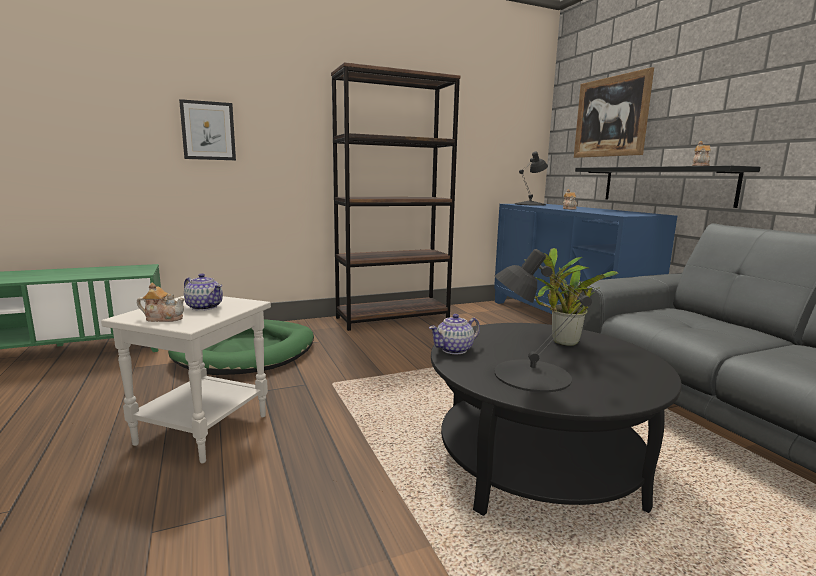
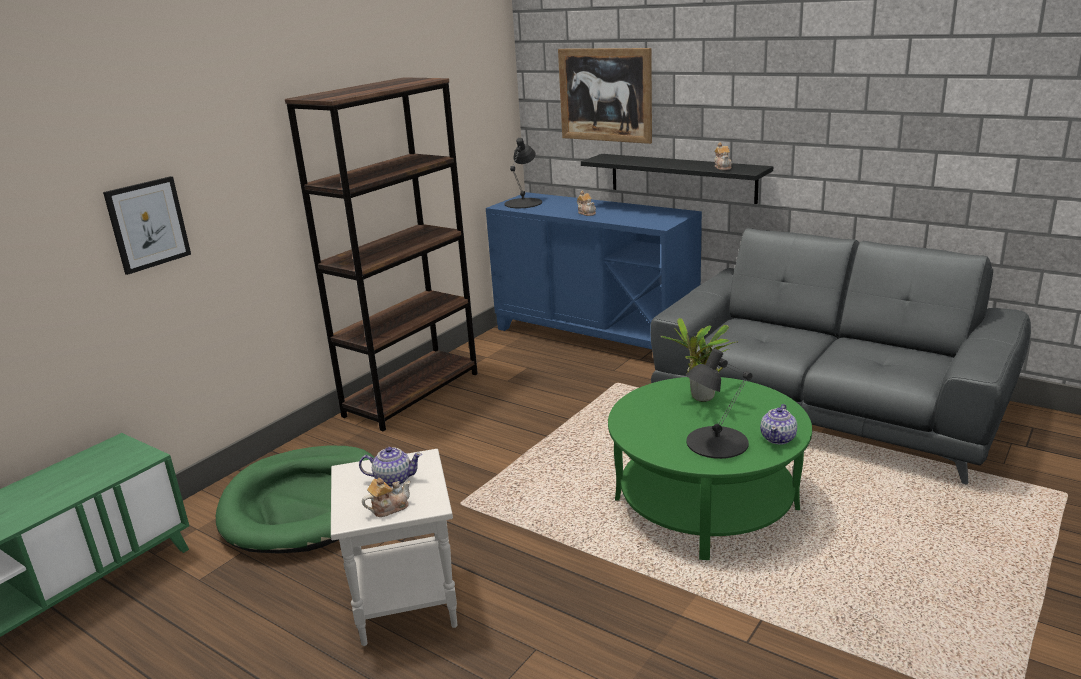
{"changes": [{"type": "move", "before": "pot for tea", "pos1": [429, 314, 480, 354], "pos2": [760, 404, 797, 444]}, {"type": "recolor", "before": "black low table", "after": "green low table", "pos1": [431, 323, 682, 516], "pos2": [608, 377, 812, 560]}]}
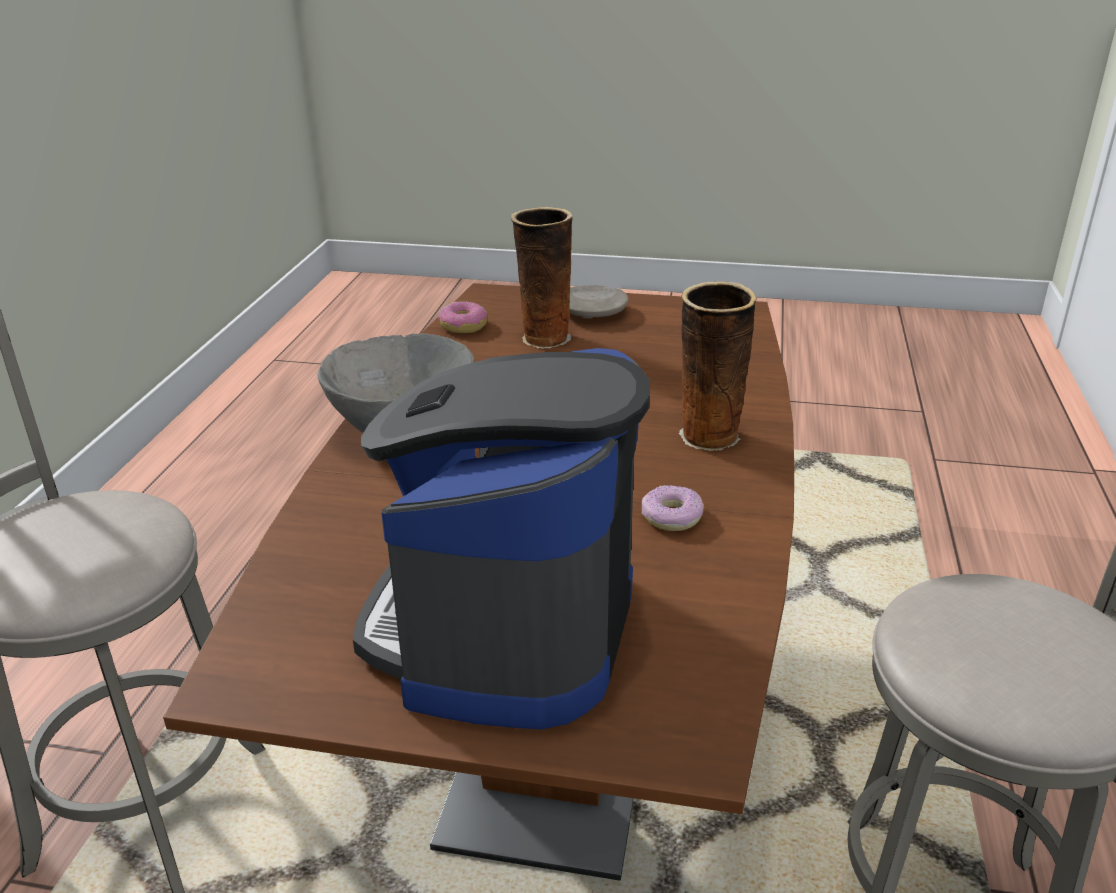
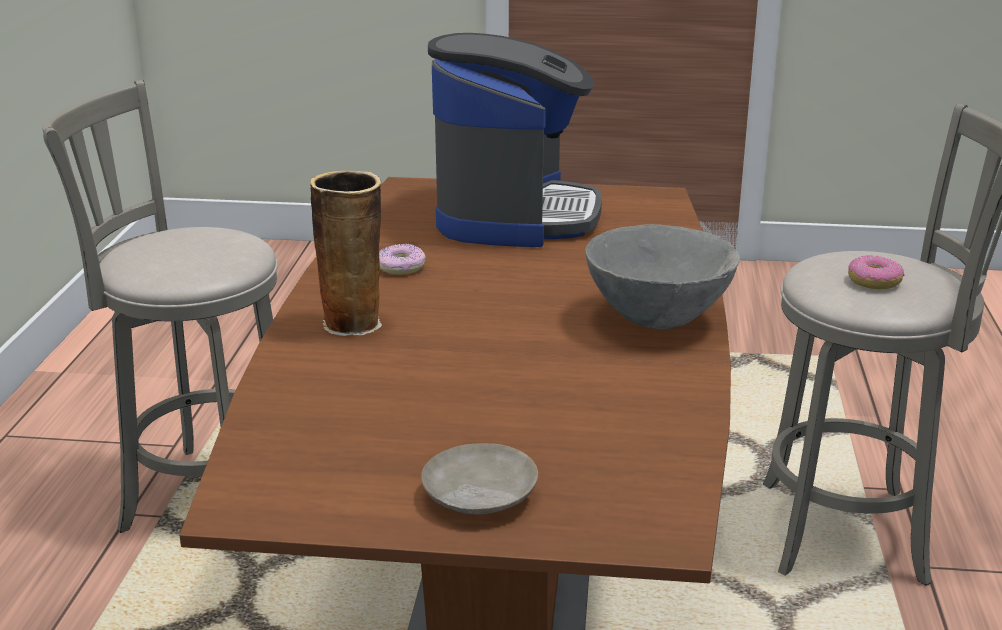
{"changes": [{"type": "delete", "before": "flower vase", "pos1": [511, 207, 573, 349]}, {"type": "move", "before": "doughnut", "pos1": [438, 301, 488, 333], "pos2": [848, 255, 904, 289]}]}
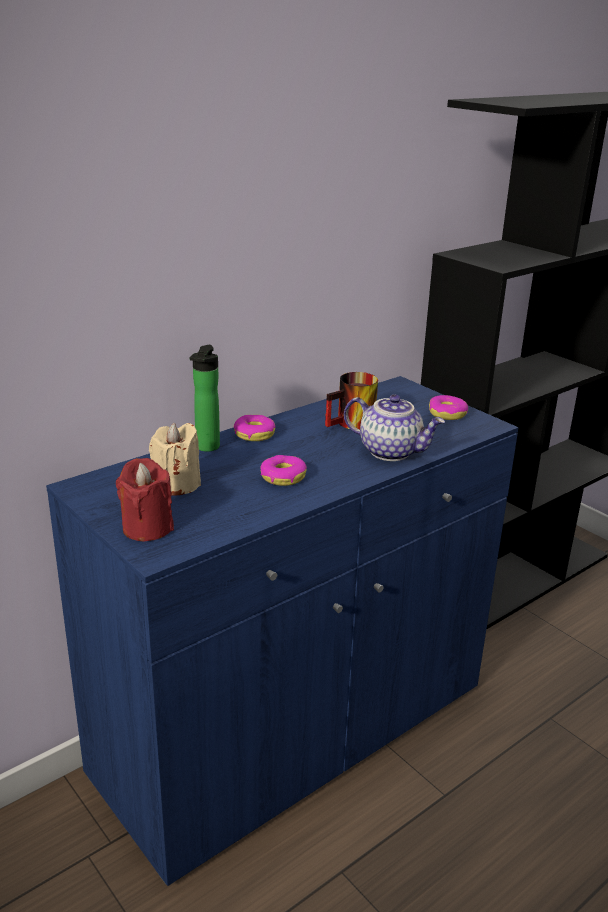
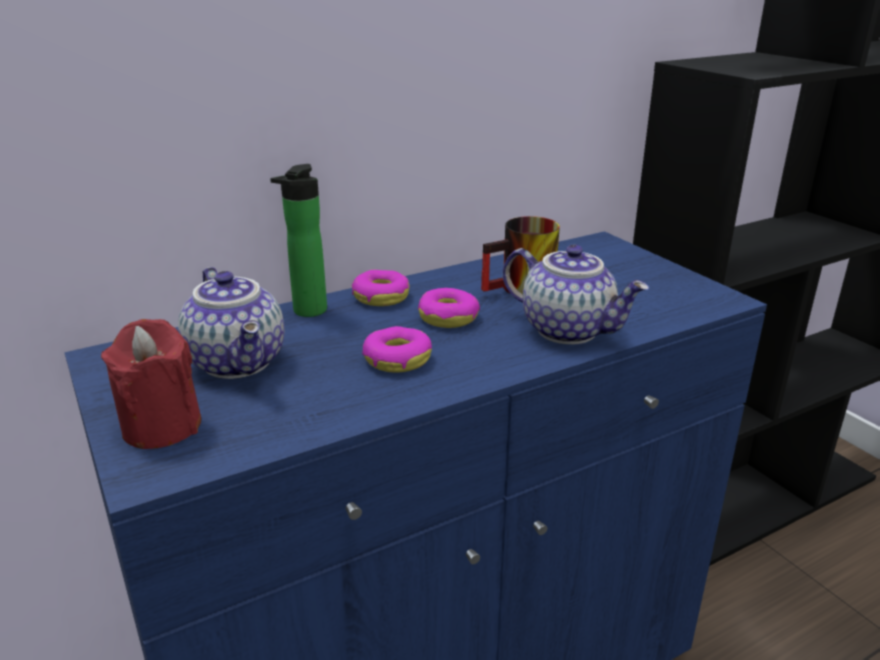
{"changes": [{"type": "move", "before": "doughnut", "pos1": [429, 395, 468, 420], "pos2": [418, 288, 480, 328]}, {"type": "replace", "before": "beige-coloured candle", "after": "pot for tea", "pos1": [149, 423, 201, 496], "pos2": [178, 267, 285, 379]}]}
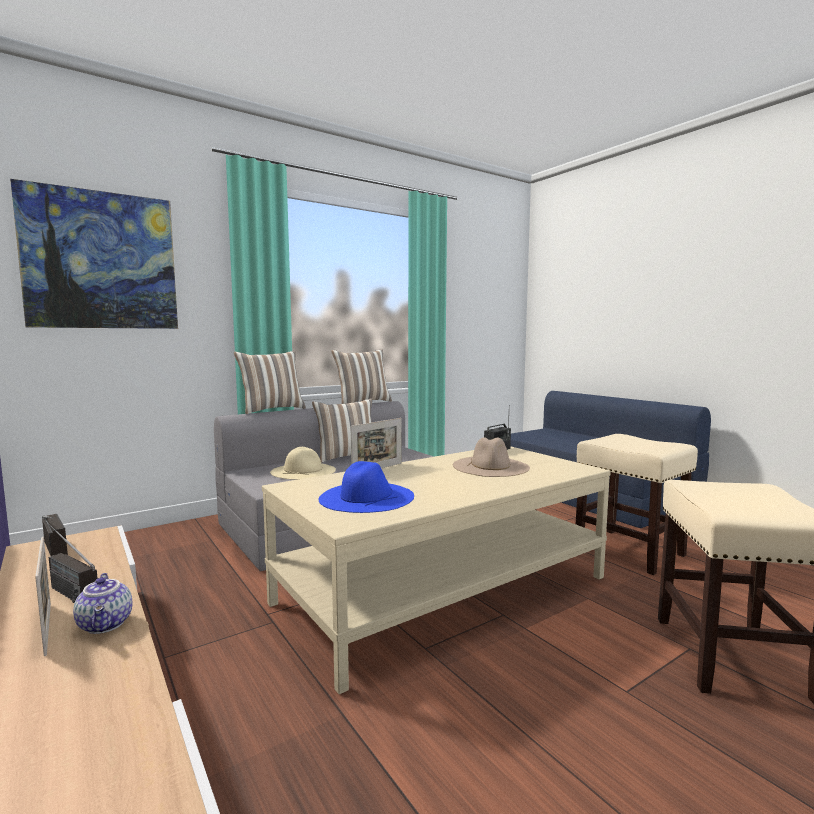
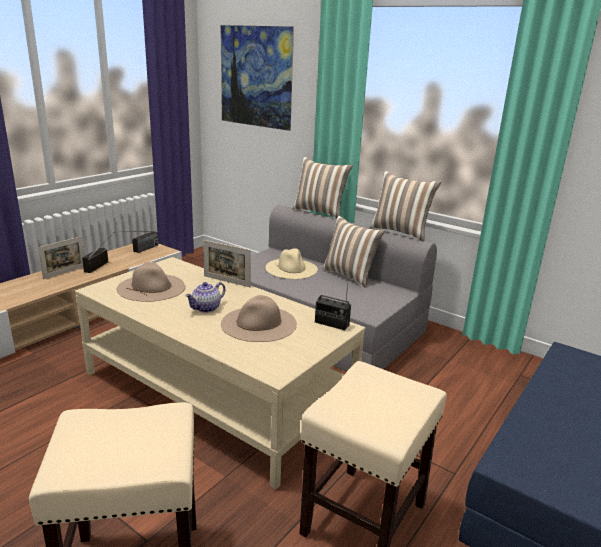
{"changes": [{"type": "recolor", "before": "blue-coloured hat", "after": "beige-coloured hat", "pos1": [319, 461, 414, 513], "pos2": [117, 262, 186, 302]}, {"type": "move", "before": "pot for tea", "pos1": [73, 573, 132, 634], "pos2": [185, 282, 226, 313]}]}
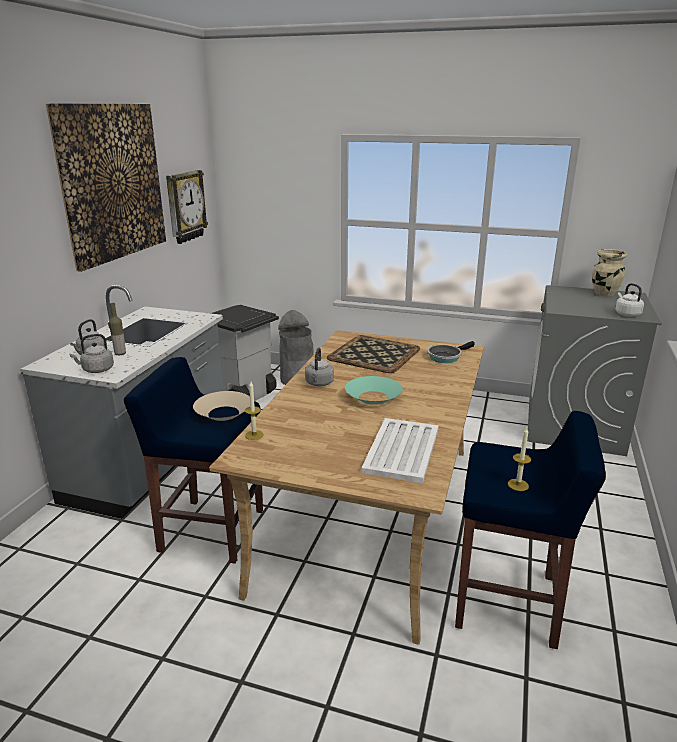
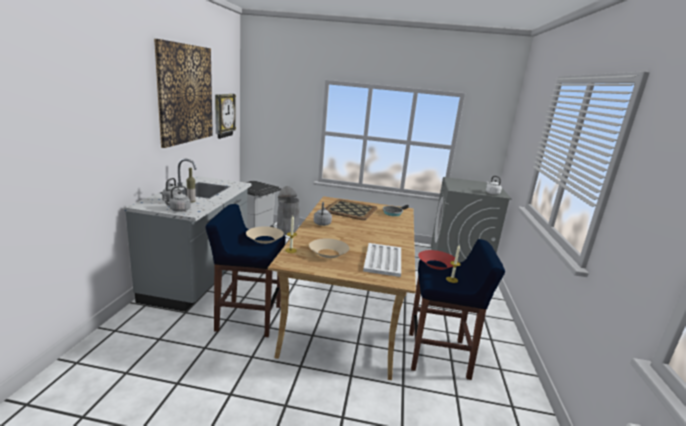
{"changes": [{"type": "delete", "before": "beige-coloured flower vase", "pos1": [592, 249, 627, 297]}, {"type": "delete", "before": "turquoise-coloured bowl", "pos1": [345, 376, 403, 405]}, {"type": "insert", "after": "beige-coloured bowl", "pos2": [309, 239, 350, 258]}, {"type": "insert", "after": "red bowl", "pos2": [418, 250, 458, 270]}]}
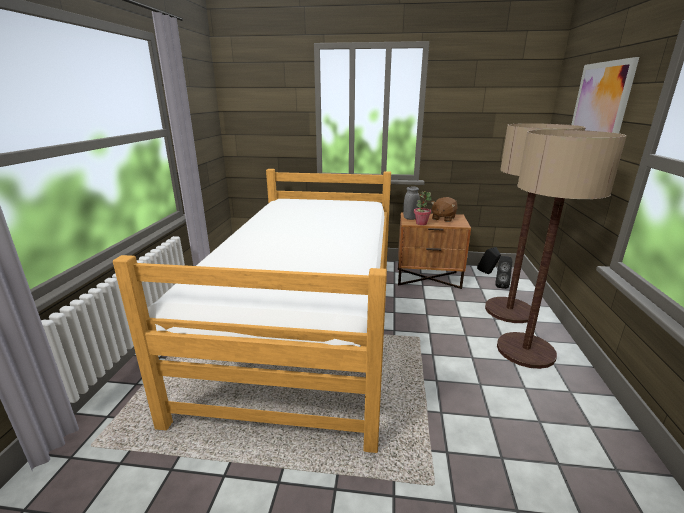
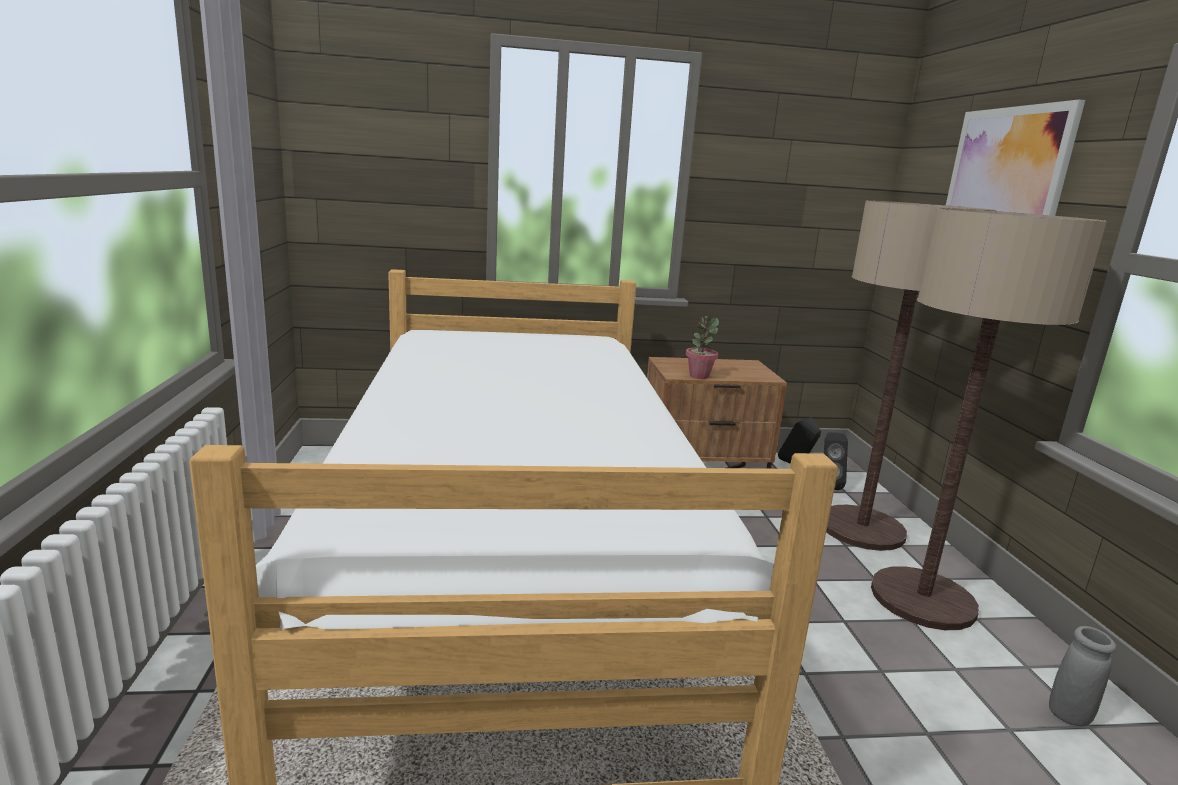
{"changes": [{"type": "move", "before": "gray flower vase", "pos1": [403, 186, 420, 220], "pos2": [1049, 626, 1116, 726]}, {"type": "delete", "before": "brown soft toy", "pos1": [431, 197, 458, 222]}]}
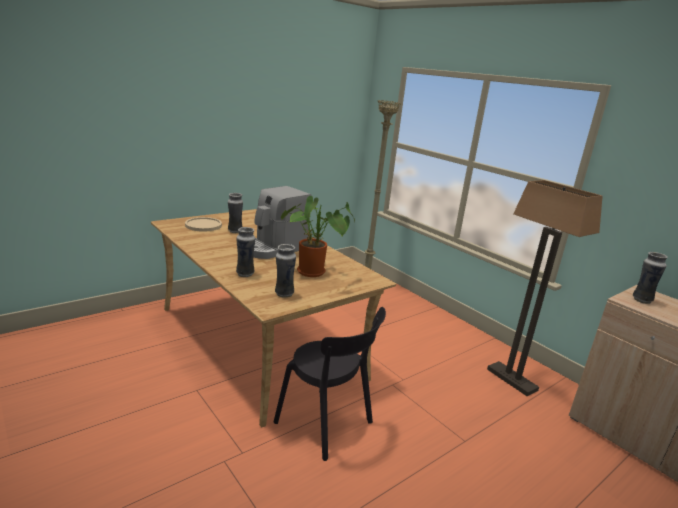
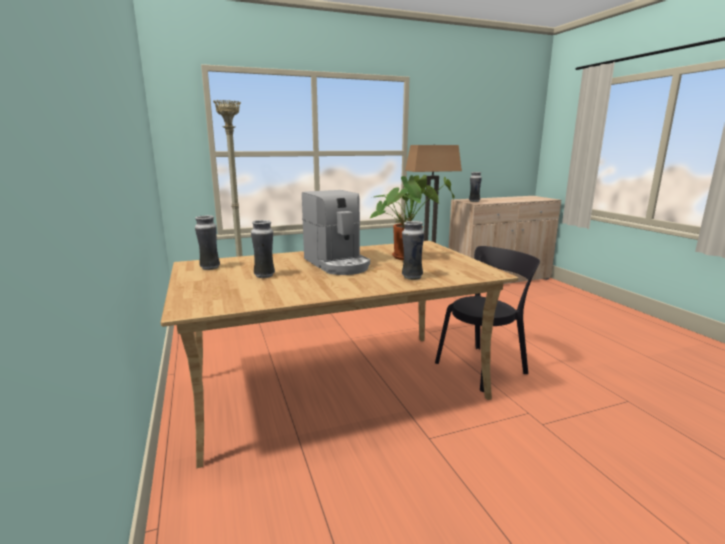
{"changes": [{"type": "delete", "before": "beige-coloured plate", "pos1": [185, 217, 222, 232]}, {"type": "move", "before": "flower vase", "pos1": [275, 244, 296, 298], "pos2": [195, 215, 220, 270]}]}
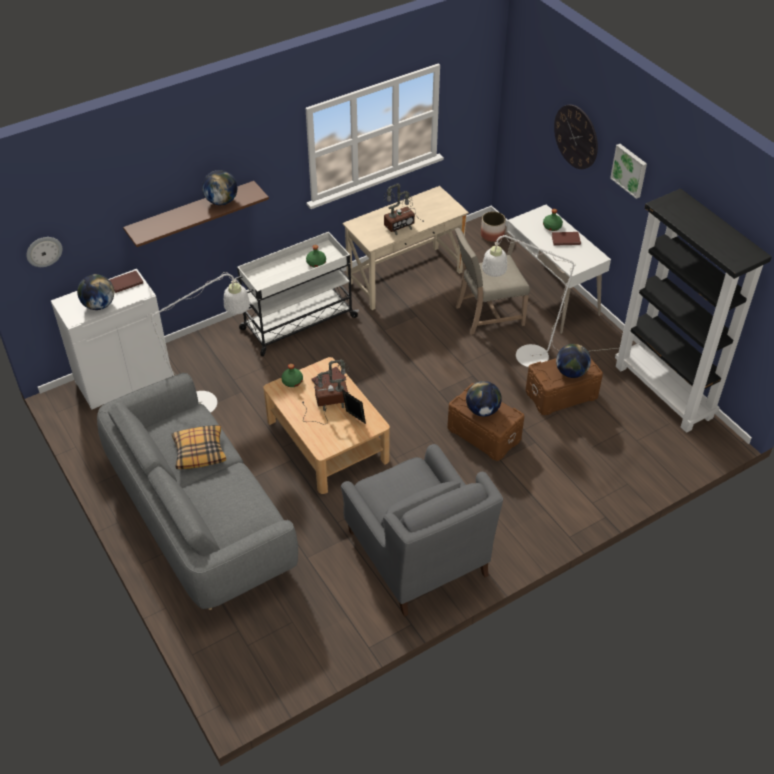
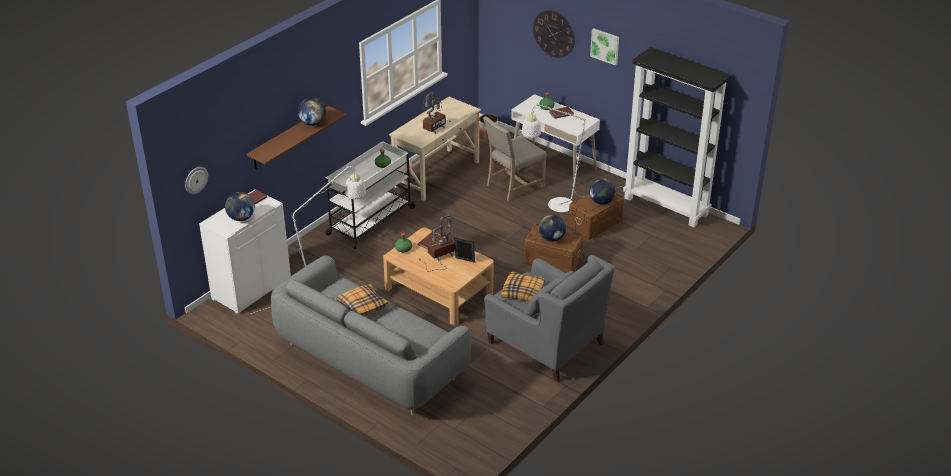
{"changes": [{"type": "insert", "after": "throw pillow", "pos2": [501, 271, 545, 302]}]}
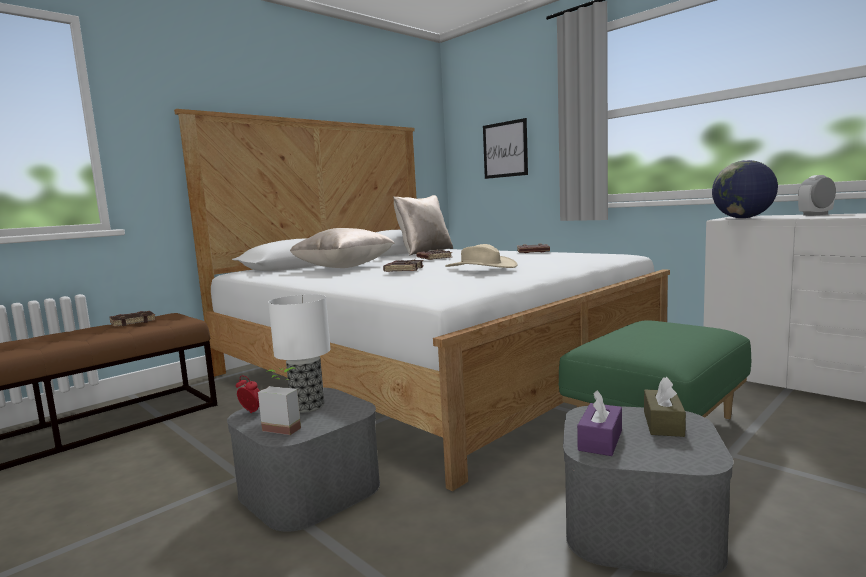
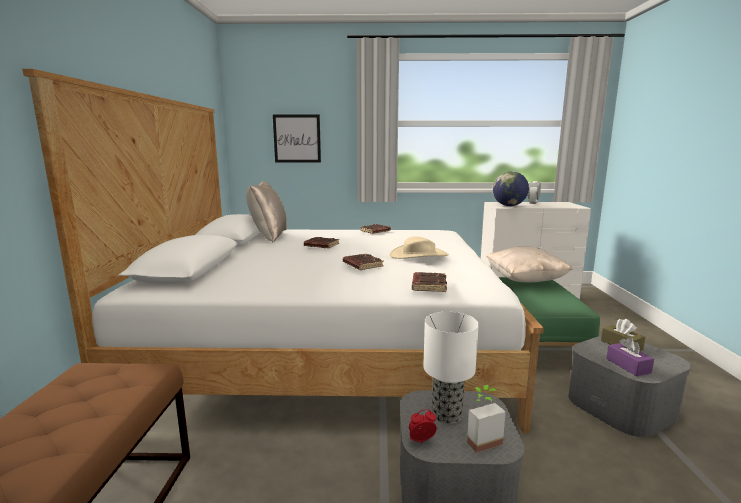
{"changes": [{"type": "move", "before": "beige-coloured throw pillow", "pos1": [290, 228, 395, 268], "pos2": [486, 247, 573, 282]}, {"type": "move", "before": "brown book", "pos1": [109, 311, 156, 327], "pos2": [412, 272, 447, 292]}]}
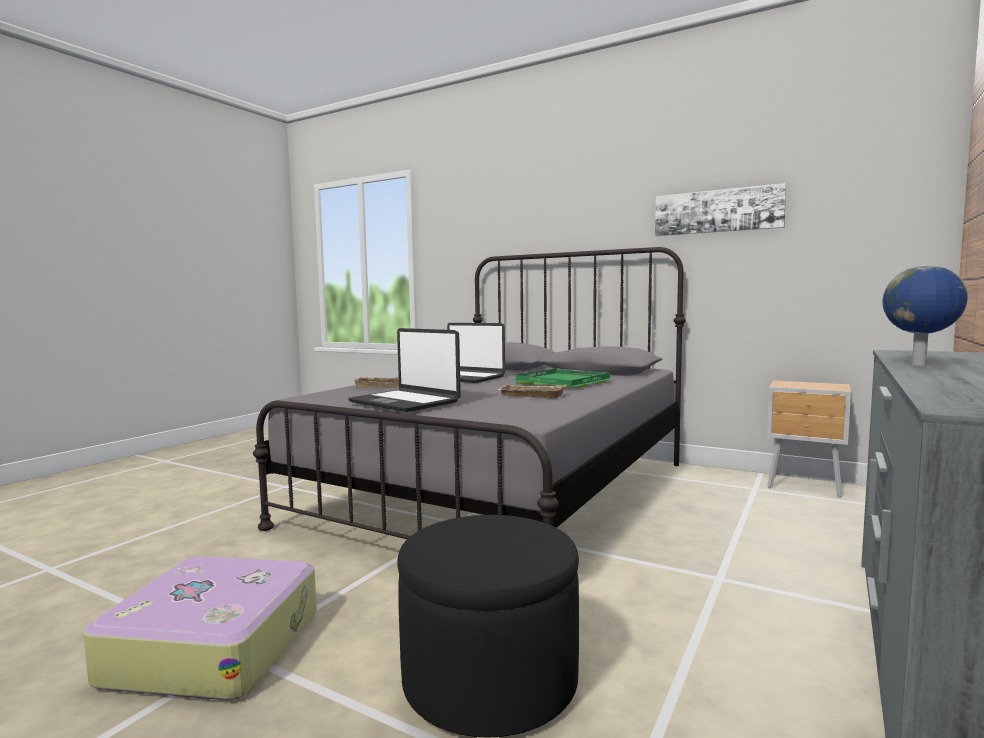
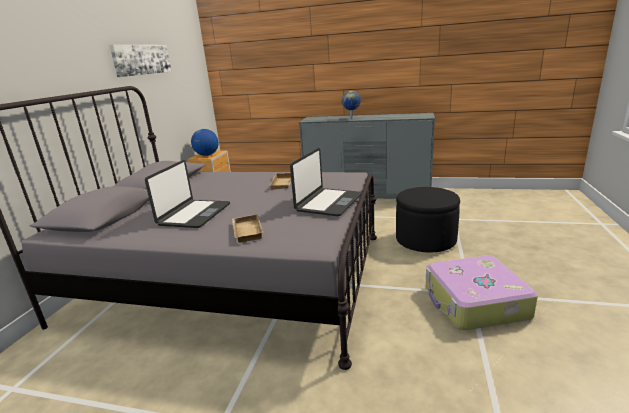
{"changes": [{"type": "delete", "before": "green tray", "pos1": [512, 368, 615, 388]}, {"type": "insert", "after": "world globe", "pos2": [191, 129, 219, 156]}]}
